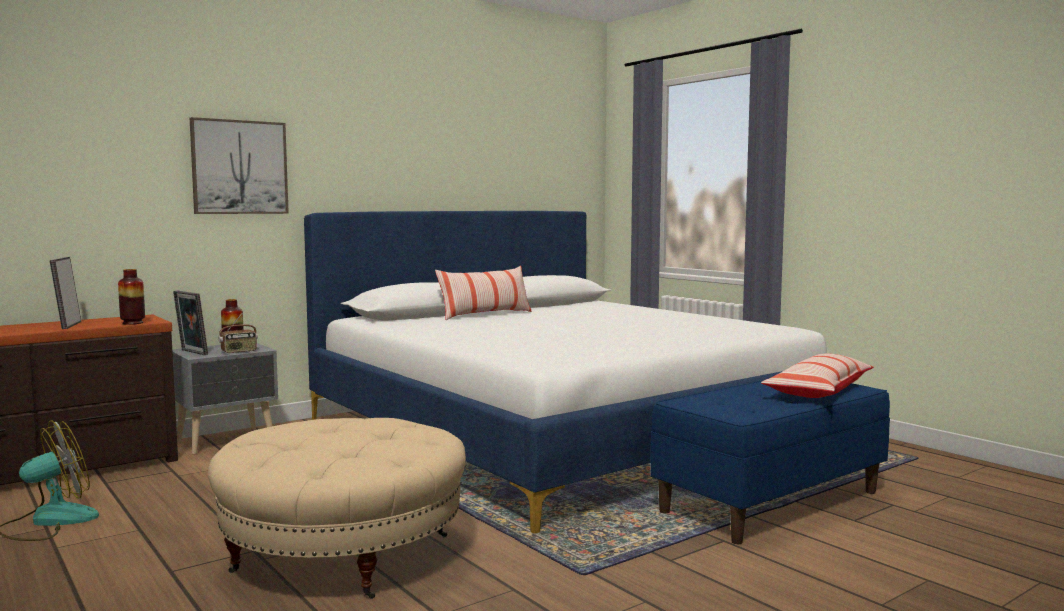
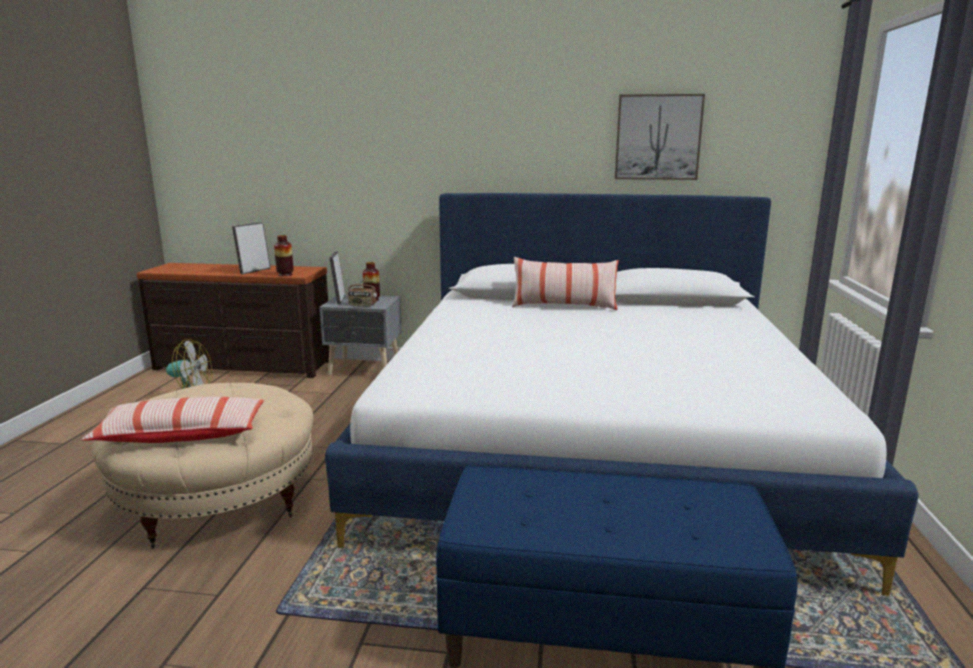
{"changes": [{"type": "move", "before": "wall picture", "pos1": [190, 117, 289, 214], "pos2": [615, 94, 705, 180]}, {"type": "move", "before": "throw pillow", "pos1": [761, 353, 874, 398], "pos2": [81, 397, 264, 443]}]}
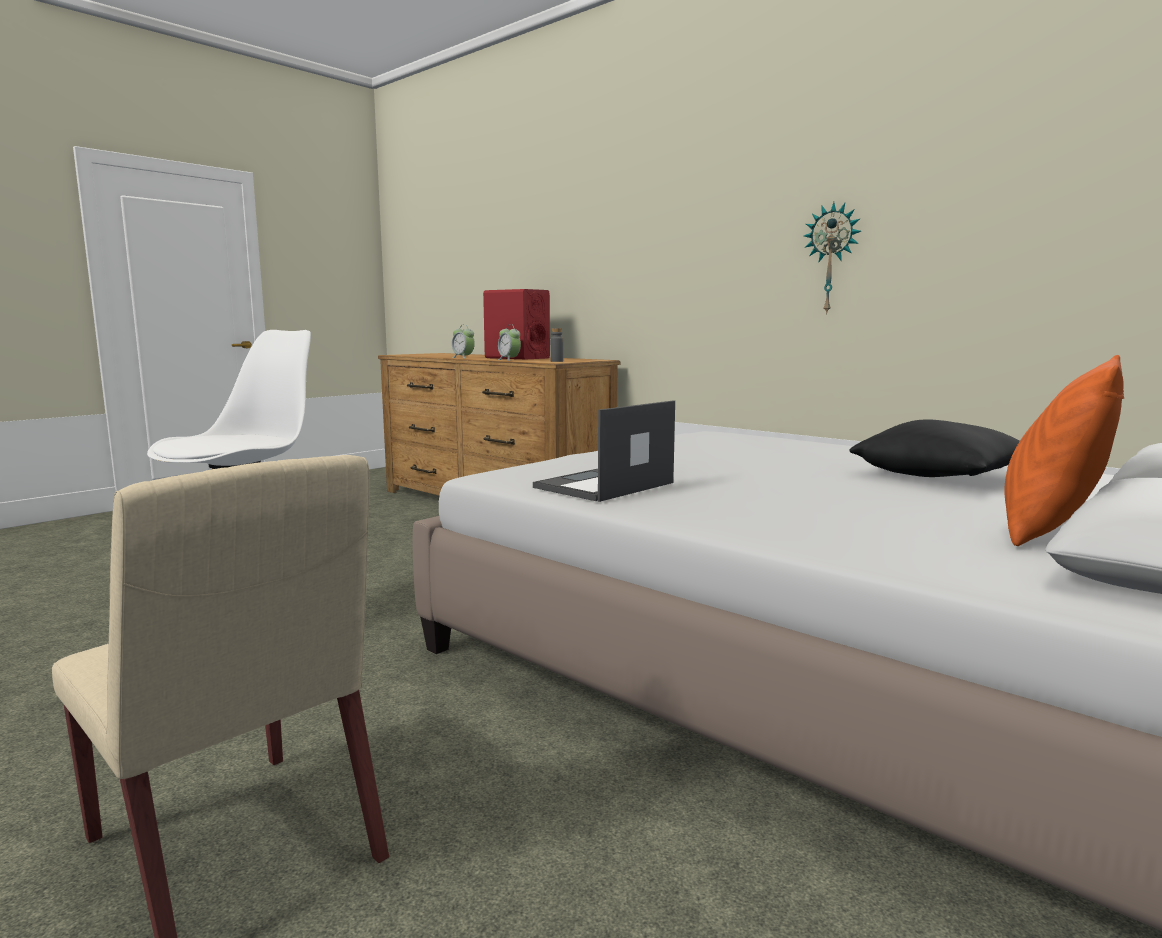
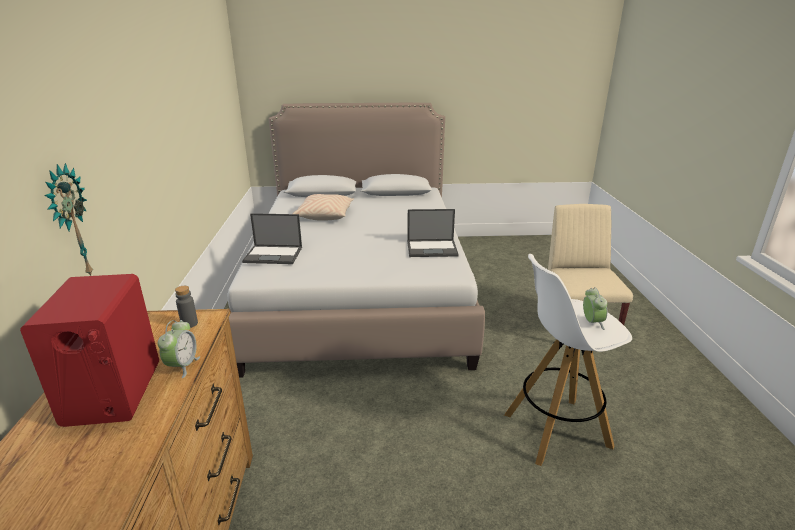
{"changes": [{"type": "move", "before": "clock on the wall", "pos1": [804, 202, 861, 315], "pos2": [44, 163, 93, 276]}, {"type": "move", "before": "bedside clock", "pos1": [452, 324, 475, 358], "pos2": [583, 287, 607, 330]}, {"type": "delete", "before": "orangey throw pillow", "pos1": [1005, 355, 1124, 546]}, {"type": "recolor", "before": "black throw pillow", "after": "beige-coloured throw pillow", "pos1": [849, 419, 1020, 477], "pos2": [293, 194, 354, 221]}, {"type": "insert", "after": "notebook computer", "pos2": [242, 213, 302, 264]}]}
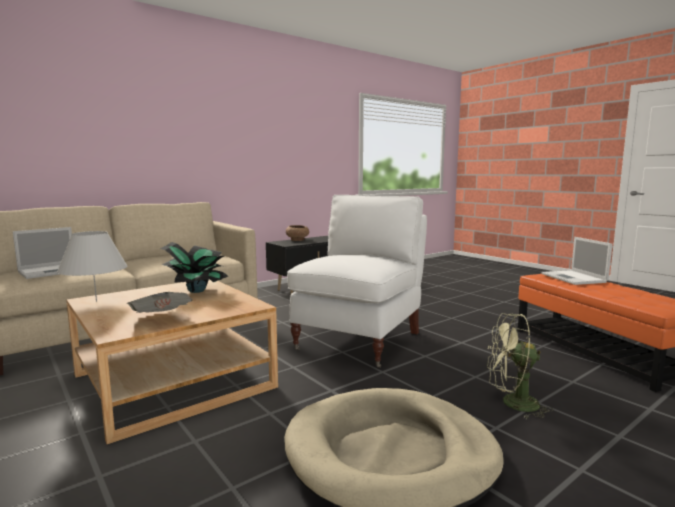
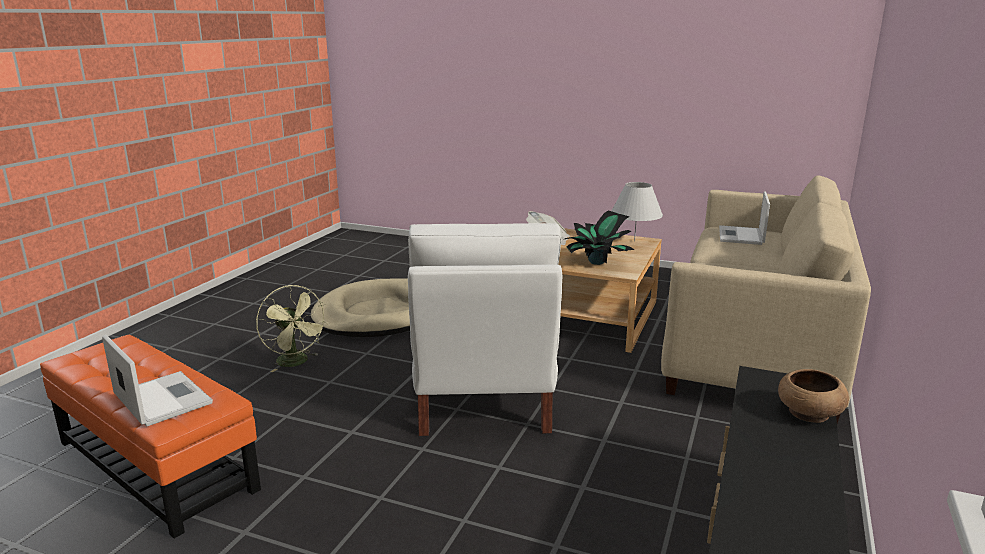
{"changes": [{"type": "rotate", "before": "green fan", "pos1": [487, 313, 553, 419], "pos2": [256, 285, 328, 372], "turn": 75}]}
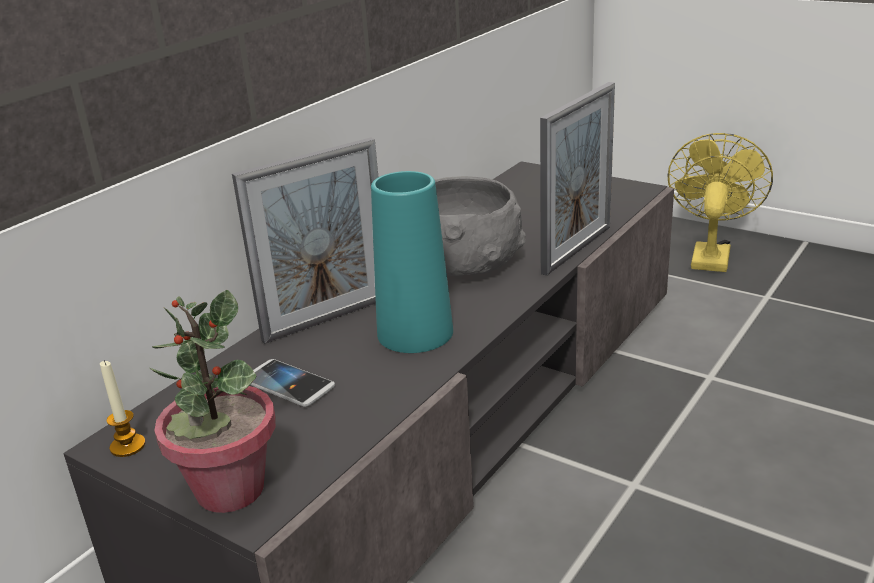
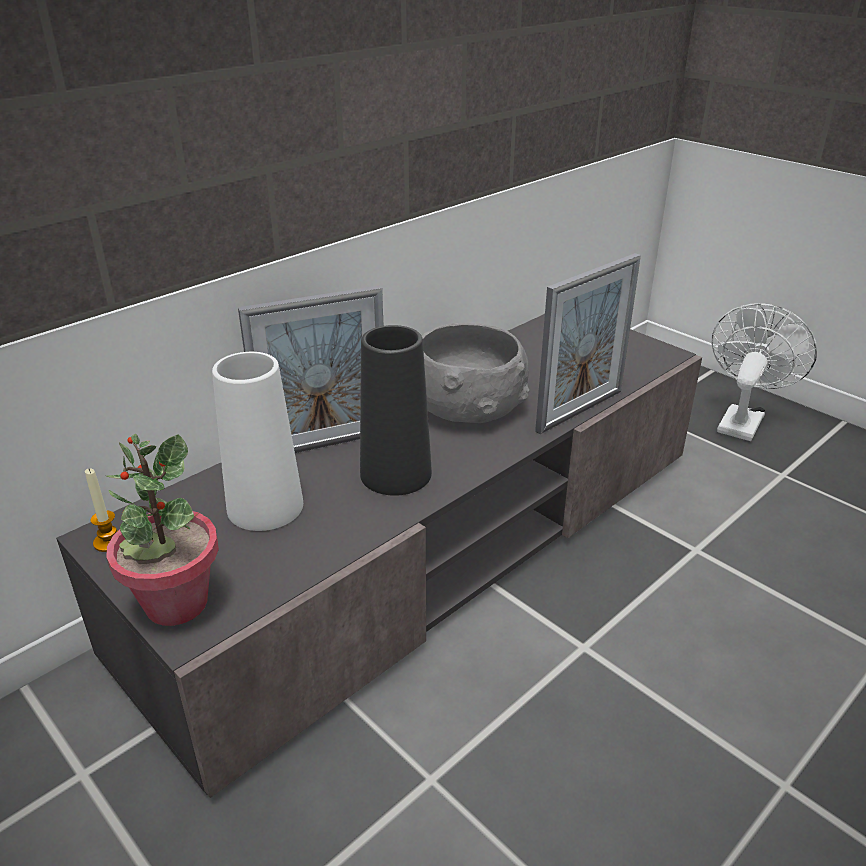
{"changes": [{"type": "recolor", "before": "yellowish fan", "after": "white-coloured fan", "pos1": [667, 133, 773, 272], "pos2": [712, 303, 817, 441]}, {"type": "recolor", "before": "turquoise-coloured flower vase", "after": "black flower vase", "pos1": [371, 171, 453, 353], "pos2": [360, 325, 432, 496]}, {"type": "replace", "before": "phone", "after": "white-coloured flower vase", "pos1": [250, 359, 335, 407], "pos2": [212, 352, 303, 531]}]}
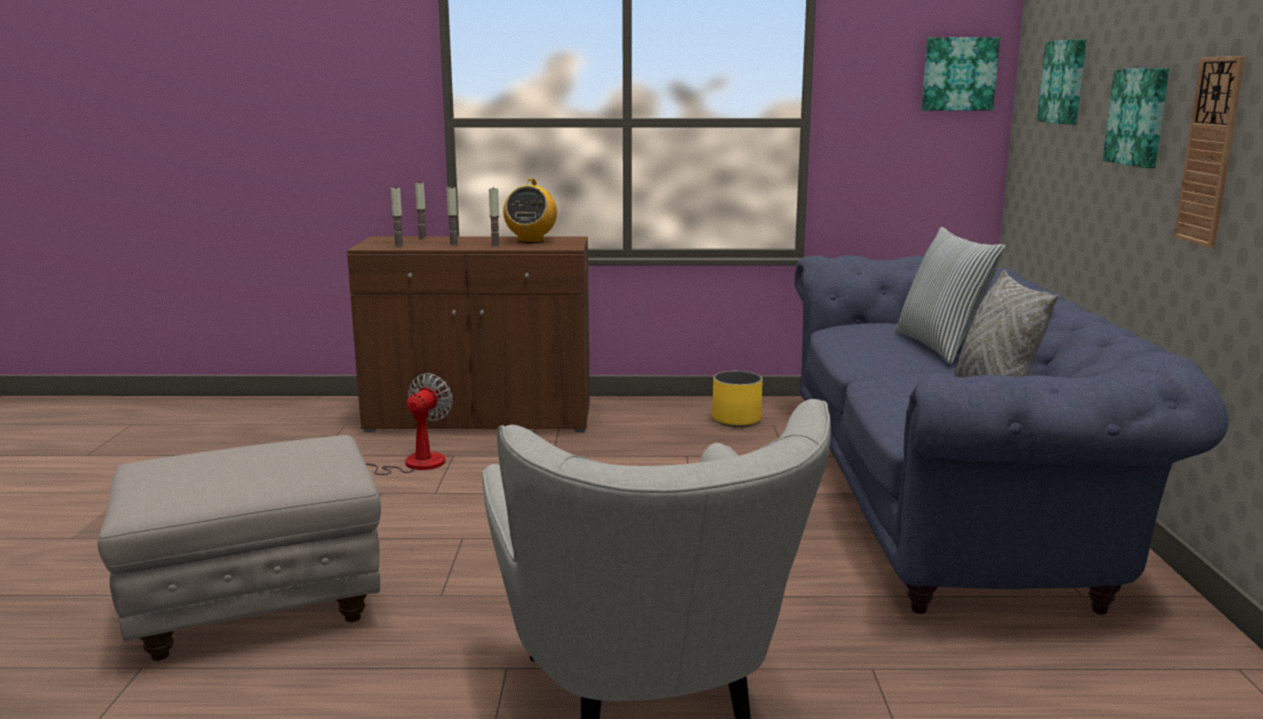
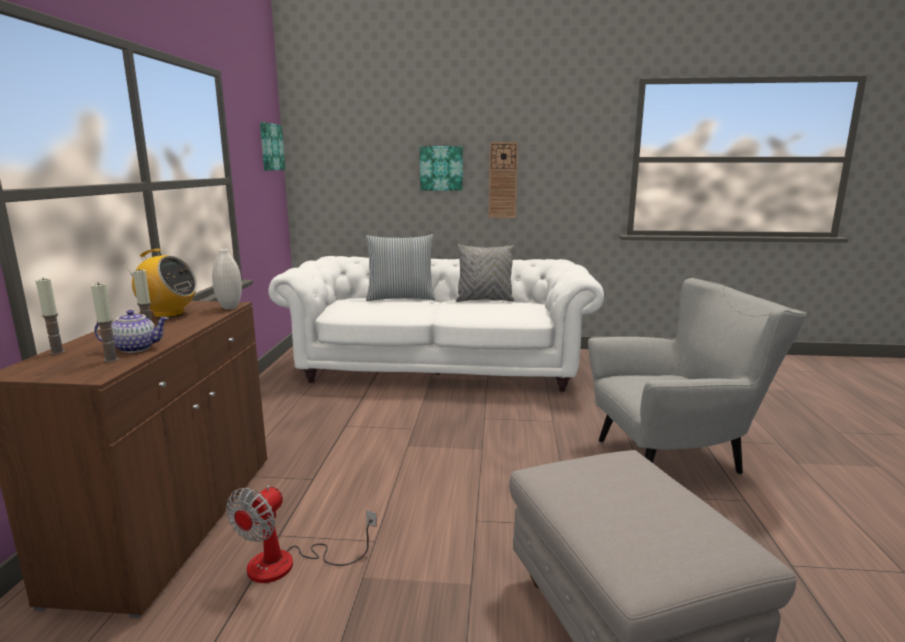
{"changes": [{"type": "delete", "before": "wall picture", "pos1": [1037, 39, 1086, 125]}, {"type": "delete", "before": "candle", "pos1": [489, 187, 501, 247]}, {"type": "recolor", "before": "blue-coloured settee", "after": "white-coloured settee", "pos1": [795, 255, 1229, 615], "pos2": [268, 256, 604, 392]}, {"type": "delete", "before": "yellowish planter", "pos1": [712, 371, 763, 427]}, {"type": "rotate", "before": "fan", "pos1": [322, 373, 453, 475], "pos2": [226, 485, 377, 583], "turn": -90}, {"type": "insert", "after": "white-coloured flower vase", "pos2": [212, 249, 242, 309]}, {"type": "insert", "after": "pot for tea", "pos2": [94, 310, 169, 353]}]}
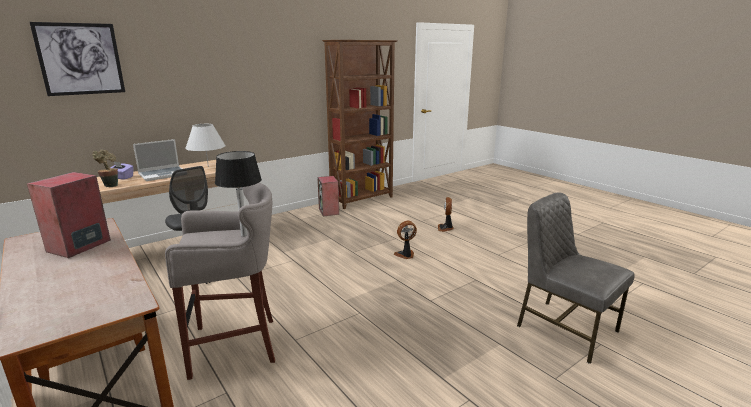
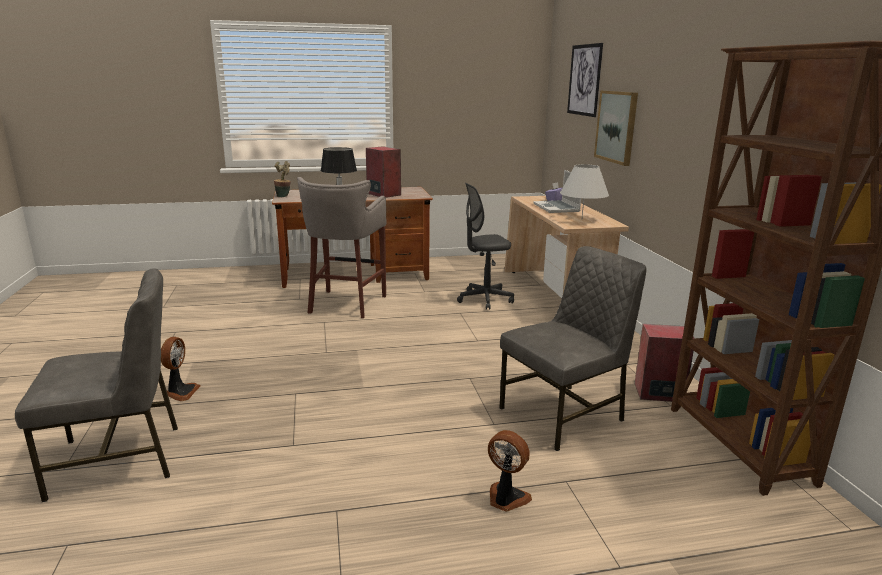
{"changes": [{"type": "move", "before": "potted plant", "pos1": [92, 150, 118, 187], "pos2": [274, 161, 291, 197]}, {"type": "move", "before": "fan", "pos1": [394, 221, 417, 259], "pos2": [161, 337, 201, 401]}, {"type": "insert", "after": "wall picture", "pos2": [594, 90, 638, 166]}, {"type": "insert", "after": "gray upright chair", "pos2": [499, 246, 647, 451]}]}
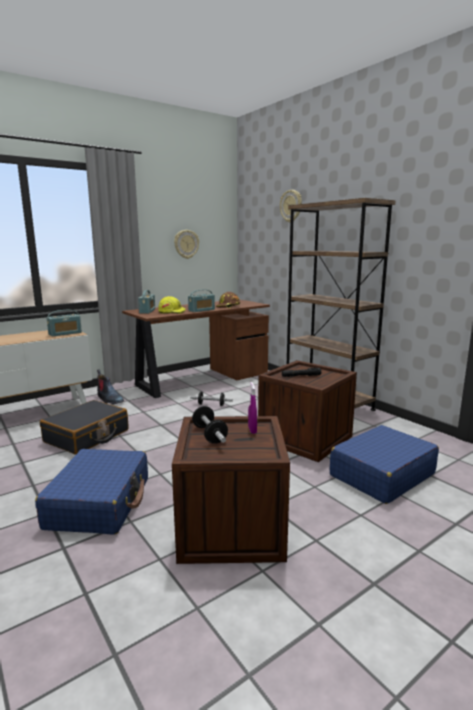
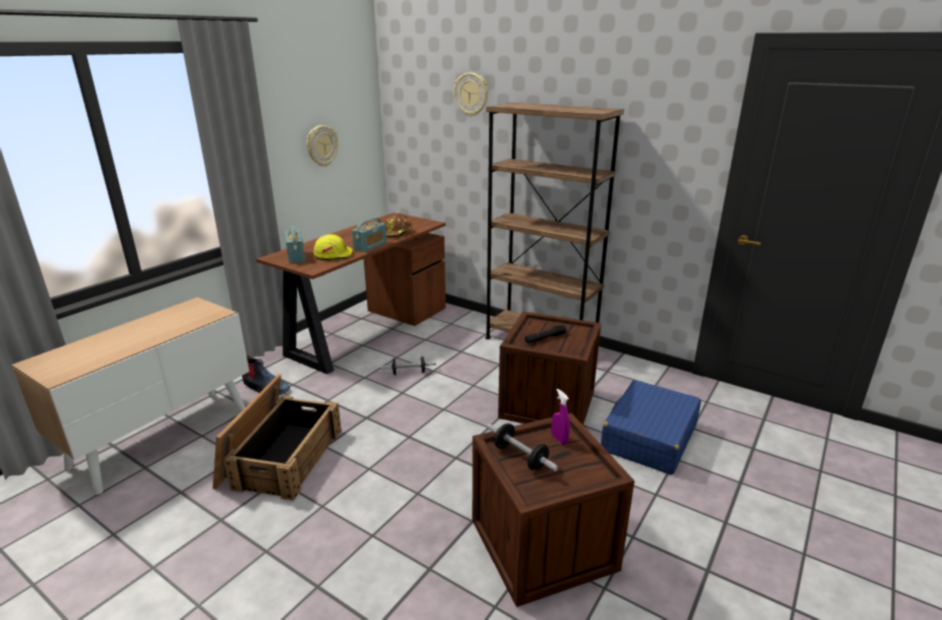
{"changes": [{"type": "delete", "before": "radio set", "pos1": [47, 310, 82, 337]}, {"type": "replace", "before": "black suitcase", "after": "shipping crate", "pos1": [40, 400, 128, 455], "pos2": [213, 374, 341, 501]}, {"type": "delete", "before": "blue-coloured suitcase", "pos1": [35, 449, 148, 535]}]}
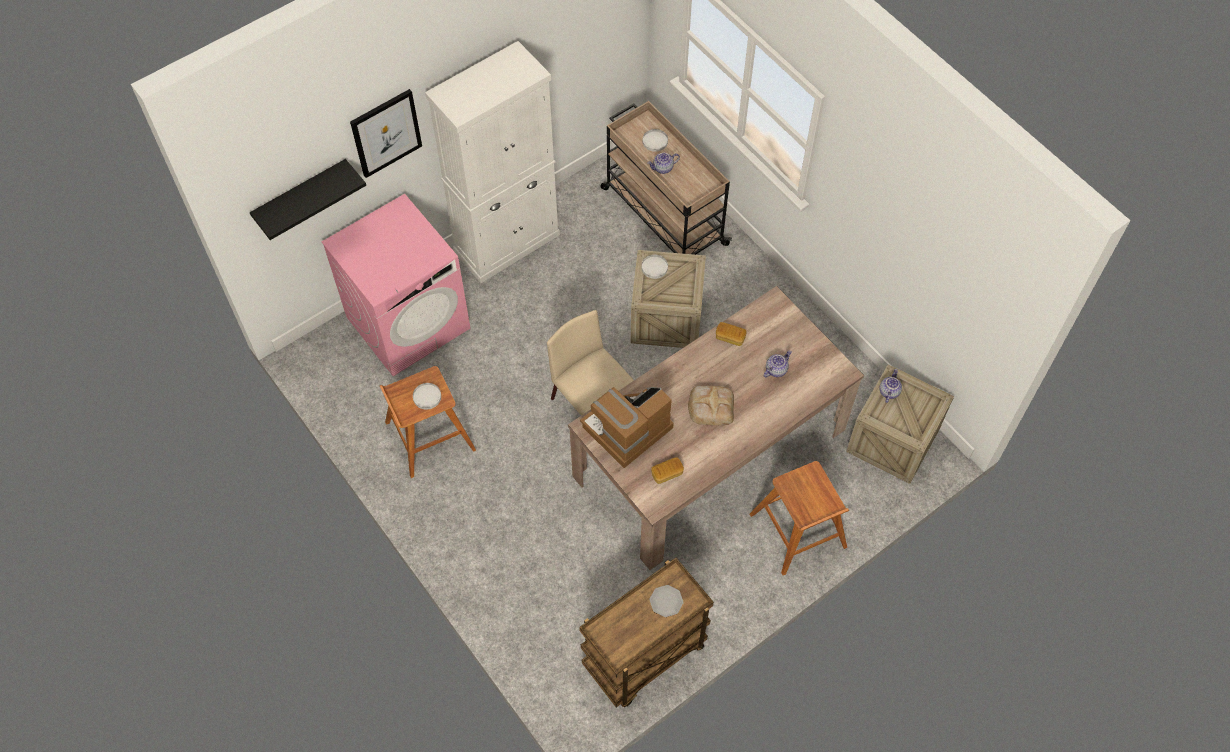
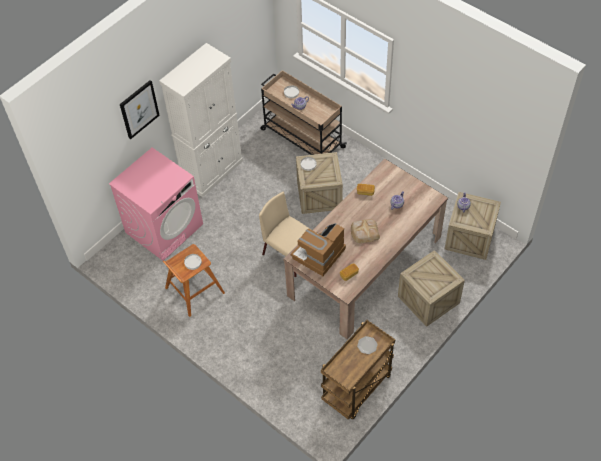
{"changes": [{"type": "delete", "before": "black wall shelf", "pos1": [250, 159, 366, 240]}, {"type": "replace", "before": "brown sitting stool", "after": "shipping crate", "pos1": [750, 461, 849, 575], "pos2": [398, 250, 465, 327]}]}
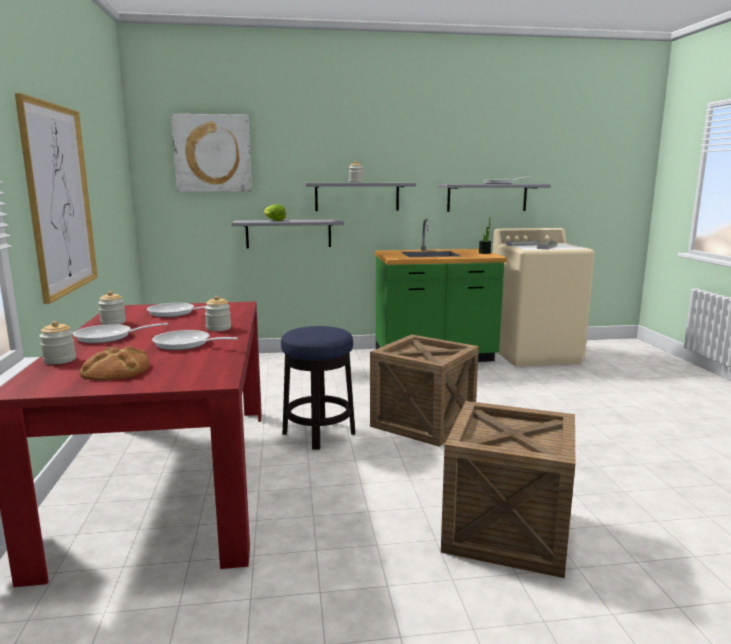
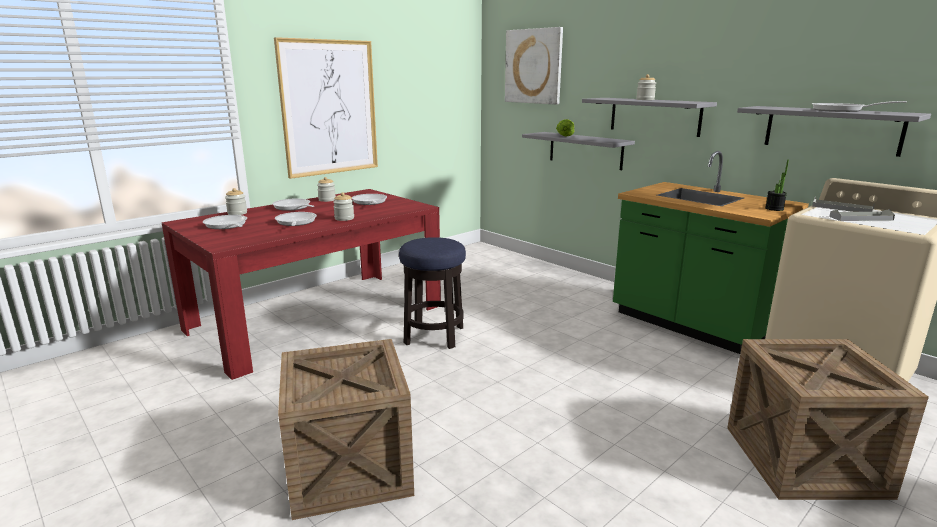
{"changes": [{"type": "move", "before": "shipping crate", "pos1": [370, 334, 479, 447], "pos2": [727, 339, 929, 500]}, {"type": "replace", "before": "bread", "after": "skillet", "pos1": [80, 346, 150, 381], "pos2": [203, 215, 247, 229]}]}
